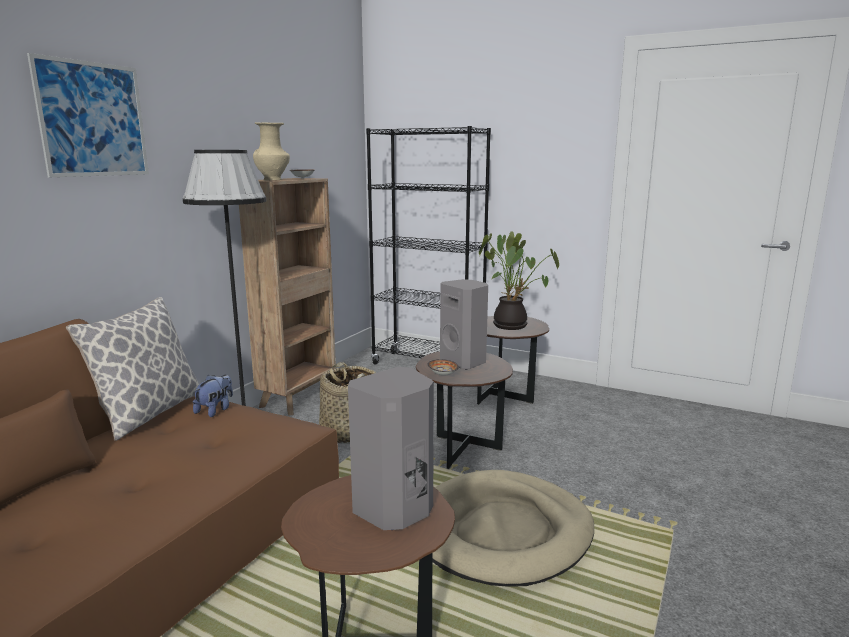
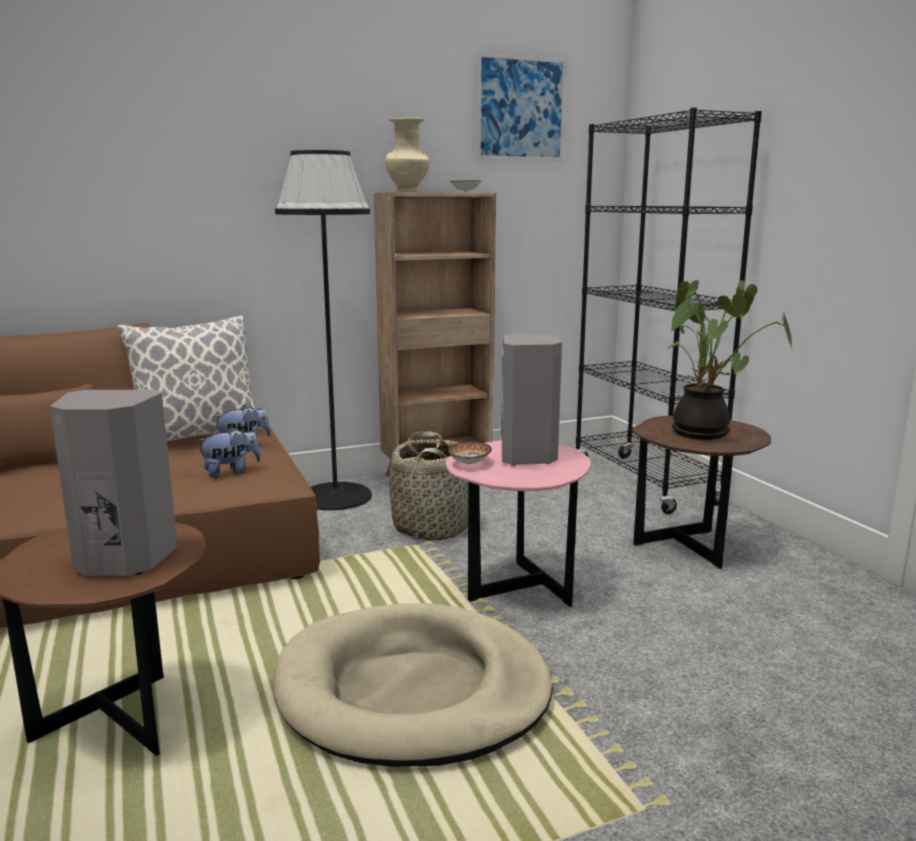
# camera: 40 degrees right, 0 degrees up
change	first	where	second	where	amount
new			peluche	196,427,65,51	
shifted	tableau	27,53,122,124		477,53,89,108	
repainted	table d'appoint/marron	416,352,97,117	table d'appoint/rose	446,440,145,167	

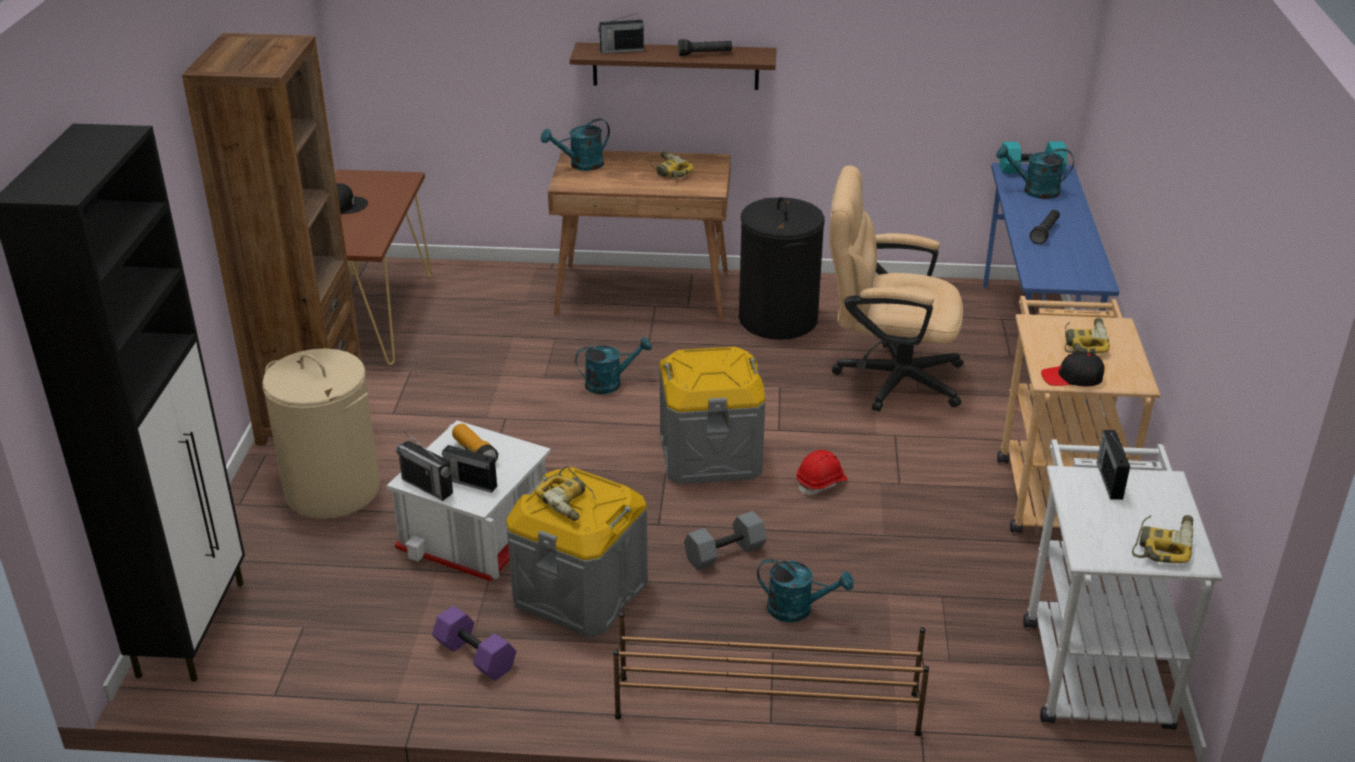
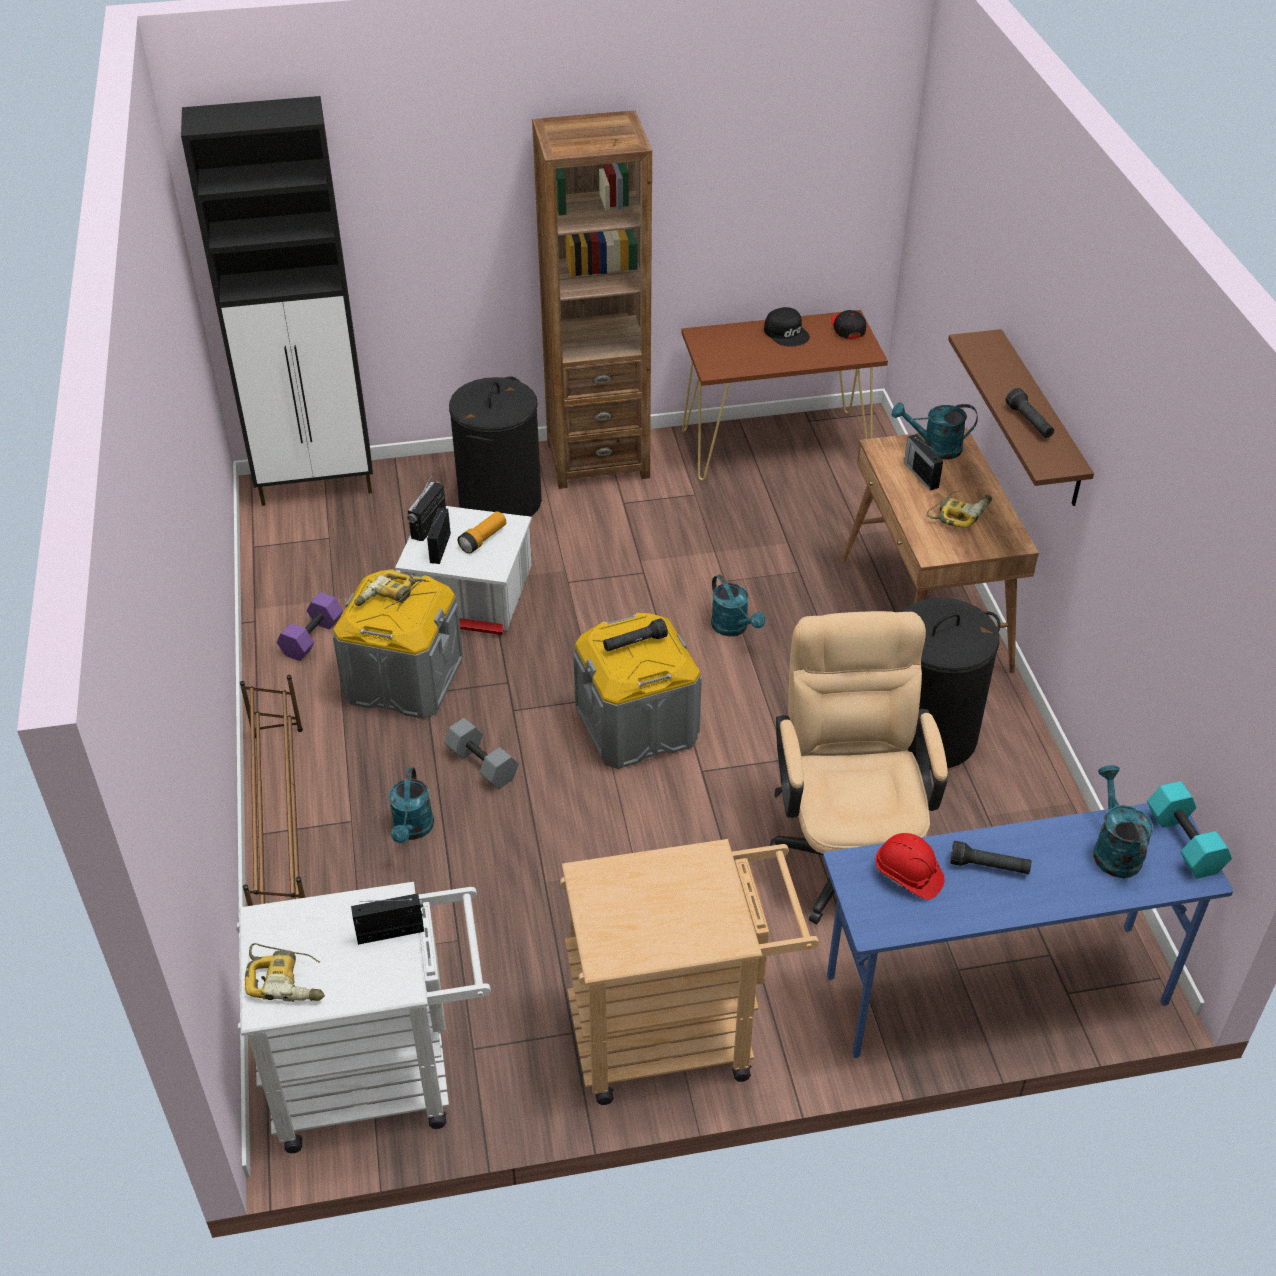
# camera: 75 degrees right, 10 degrees up
change	first	where	second	where	amount
gone	perceuse	1065,318,45,36			
new			lampe de poche/noir	603,618,65,33	
shifted	radio	598,13,46,41		904,434,39,56	
shifted	casque de chantier/rouge	796,450,52,45		875,833,70,67	
shifted	casquette/noir	1041,352,63,34		831,310,35,29	
repainted	panier à linge/beige	262,348,118,171	panier à linge/noir	449,377,93,140	
rotated	arrosoir/turquoise	541,118,69,53		892,402,86,58	45 degrees counterclockwise

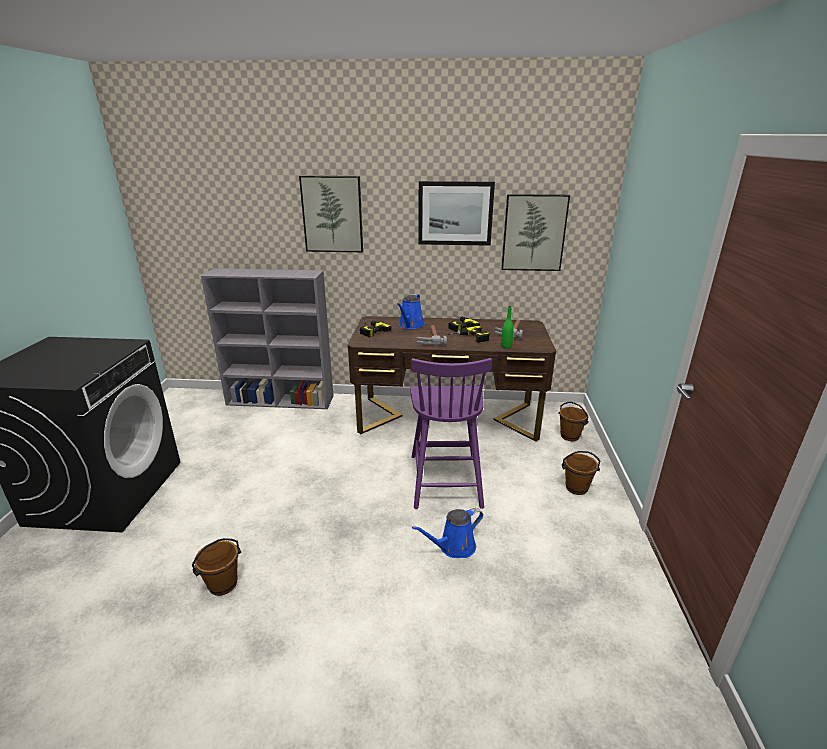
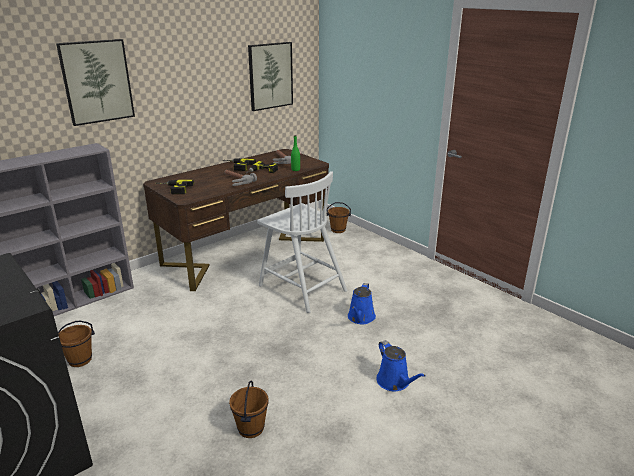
# camera: 45 degrees left, 0 degrees up
change	first	where	second	where	amount
gone	tableau	418,181,77,65			
shifted	arrosoir/bleu	397,294,28,35		377,340,49,51	
shifted	seau/marron	562,451,38,44		58,321,37,46	
repainted	chaise/violet	410,358,82,151	chaise/blanc	257,171,90,142	

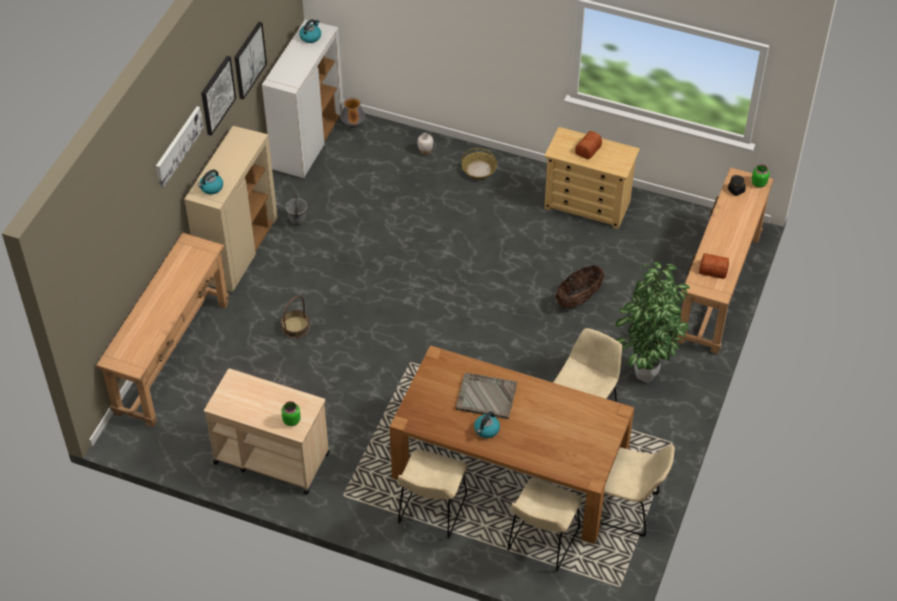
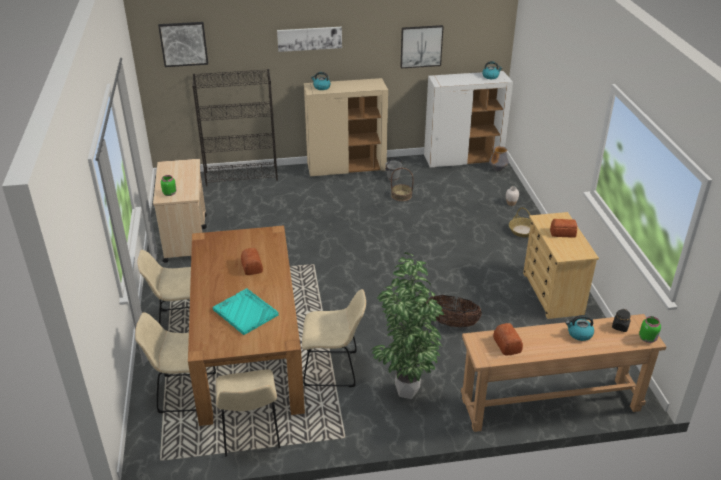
# camera: 60 degrees right, 15 degrees down
change	first	where	second	where	amount
new			plateau/turquoise	213,288,66,47	
shifted	tableau	201,56,35,80		158,22,50,45	
shifted	panier	281,295,29,43		391,168,23,33	
shifted	bouilloire	474,411,26,27		566,315,28,26	
swapped	table console/marron	96,233,133,194	bibliothèque/noir	192,69,86,117	
swapped	plateau/gris	455,373,63,46	pain	241,248,22,27	

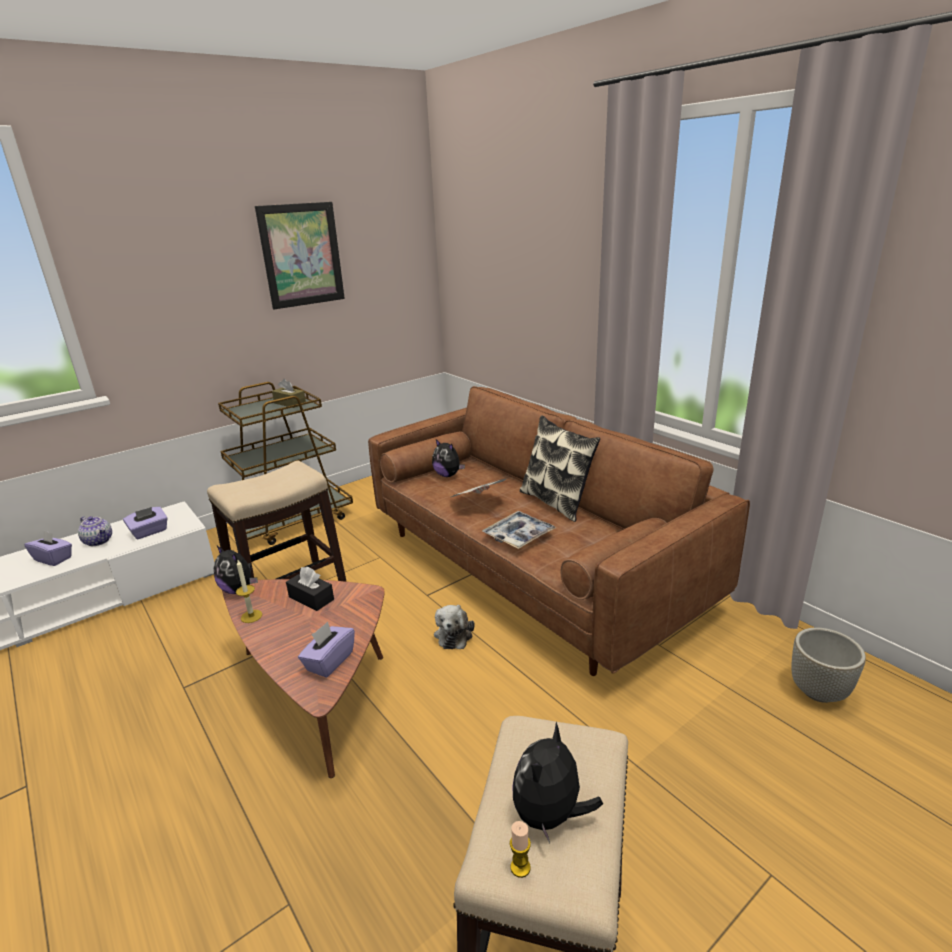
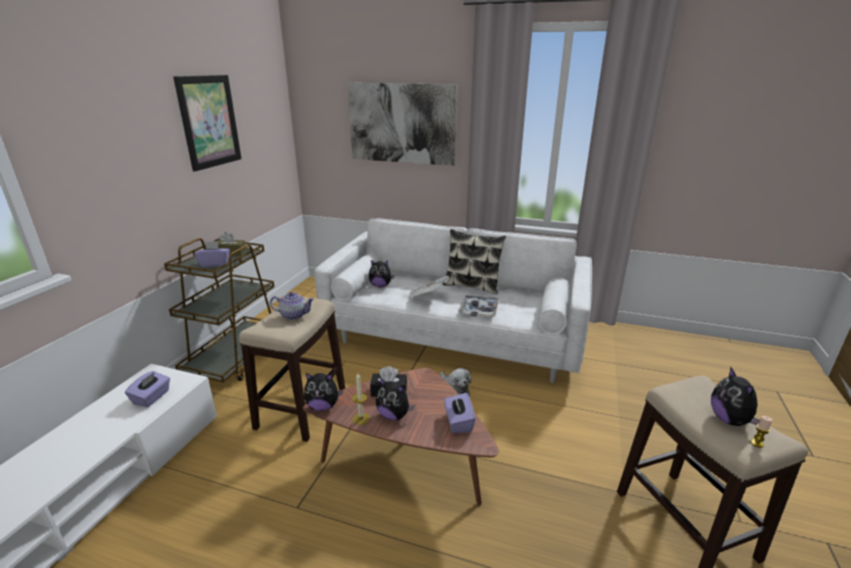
# camera: 35 degrees left, 0 degrees up
change	first	where	second	where	amount
gone	cache-pot/gris	791,628,75,75			
new			tableau	348,83,109,83	
new			peluche	376,378,39,42	
shifted	boîte à mouchoirs/violet	24,530,48,36		194,241,36,26	
shifted	théière	78,516,34,30		270,292,44,28	
repainted	canapé/marron	368,386,382,290	canapé/blanc	314,218,278,165	

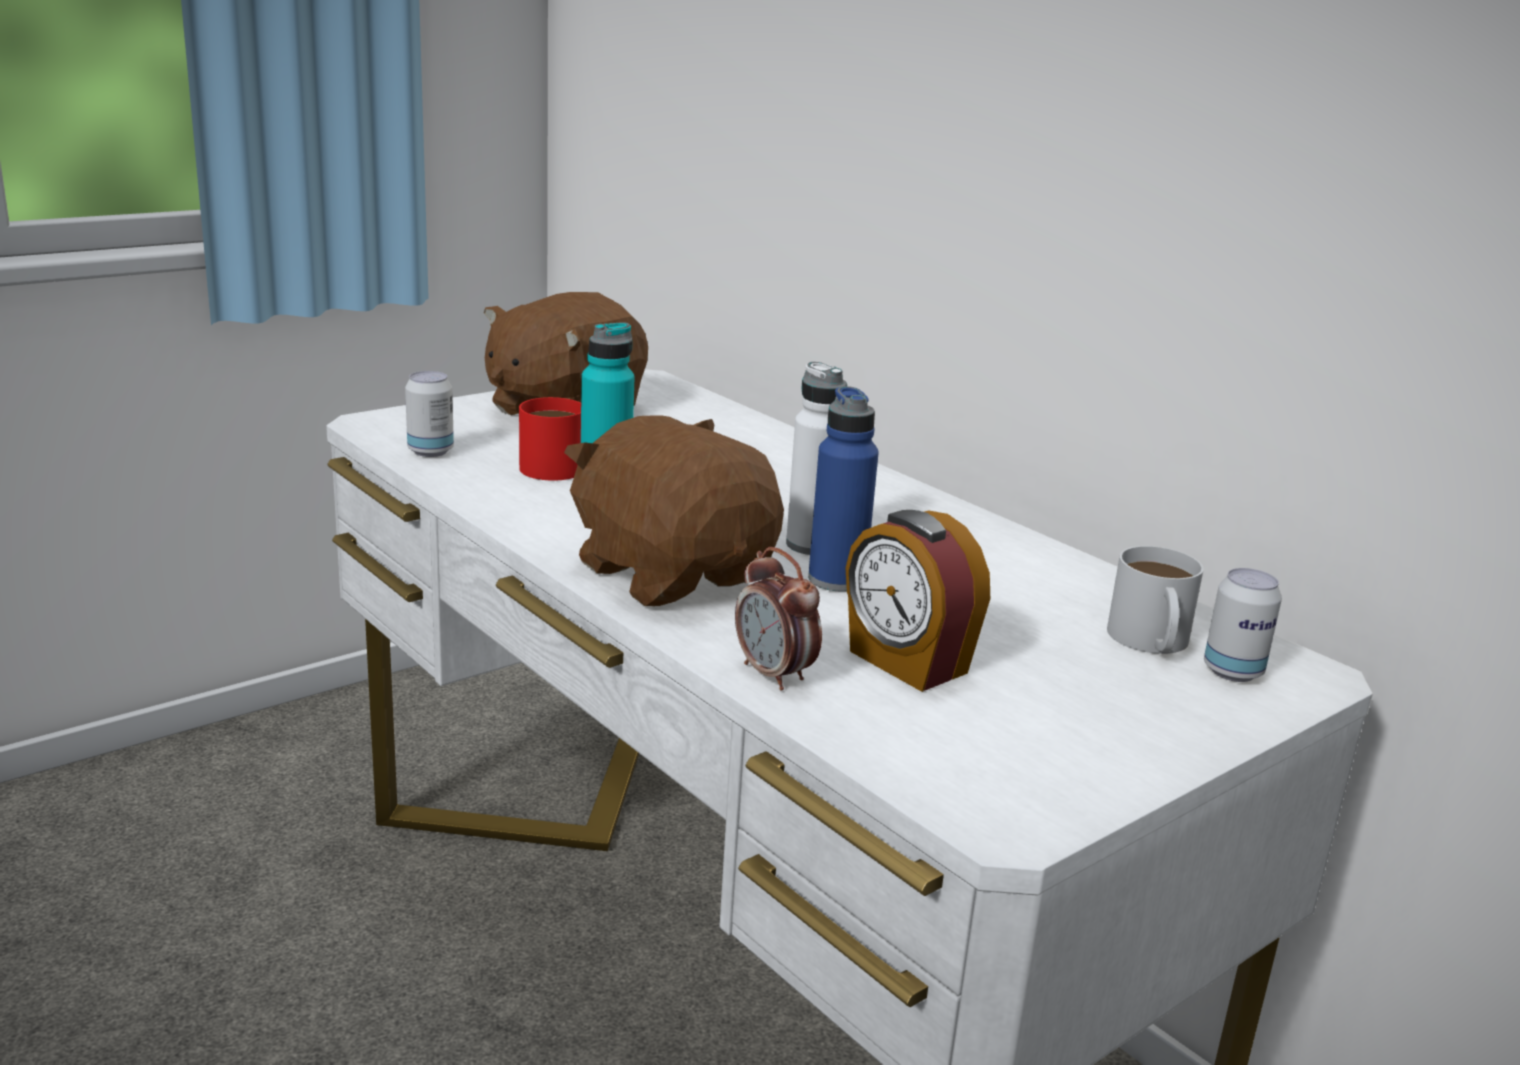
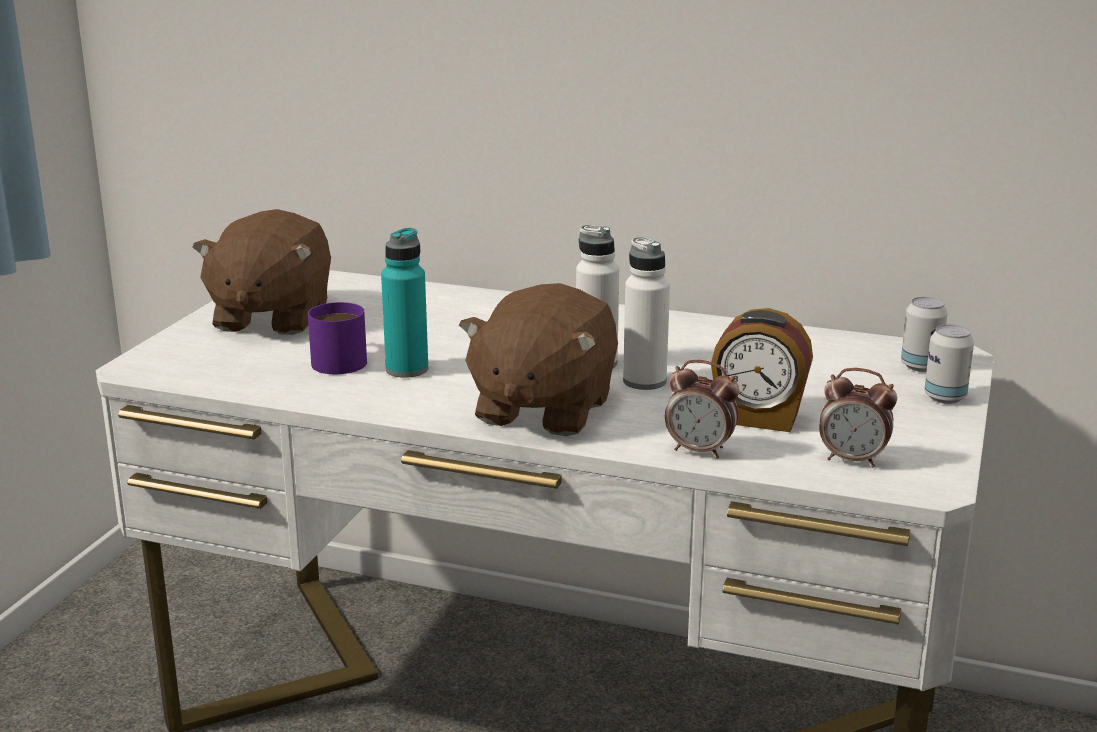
# camera: 30 degrees left, 0 degrees up
change	first	where	second	where	amount
gone	mug/blanc	1107,546,97,108			
new			réveil	819,368,78,99	
shifted	boîte métallique	405,371,49,86		924,324,50,80	
repainted	mug/rouge	519,397,62,84	mug/violet	308,302,59,72	
repainted	bouteille/bleu	808,386,71,206	bouteille/blanc	623,237,47,153	
rotated	peluche/marron	564,415,220,191		459,283,159,153	90 degrees counterclockwise

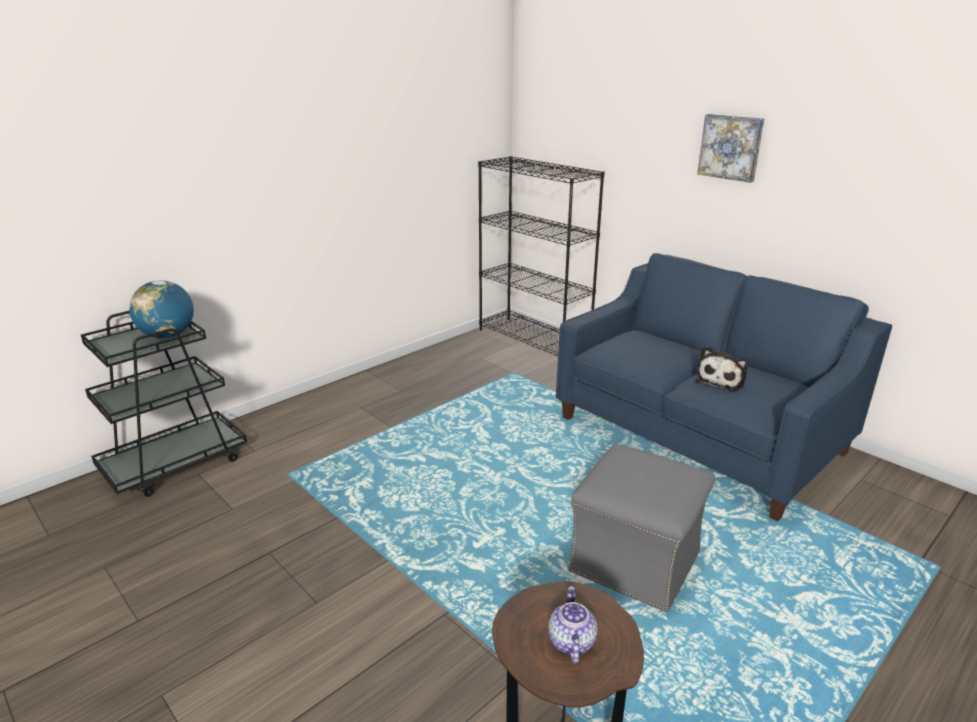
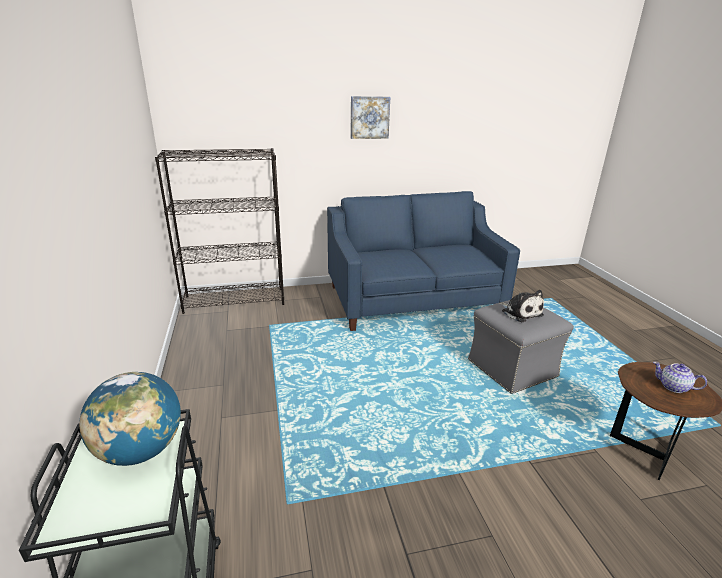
# camera: 60 degrees left, 0 degrees up
change	first	where	second	where	amount
shifted	peluche	696,346,53,45		499,290,45,32	

